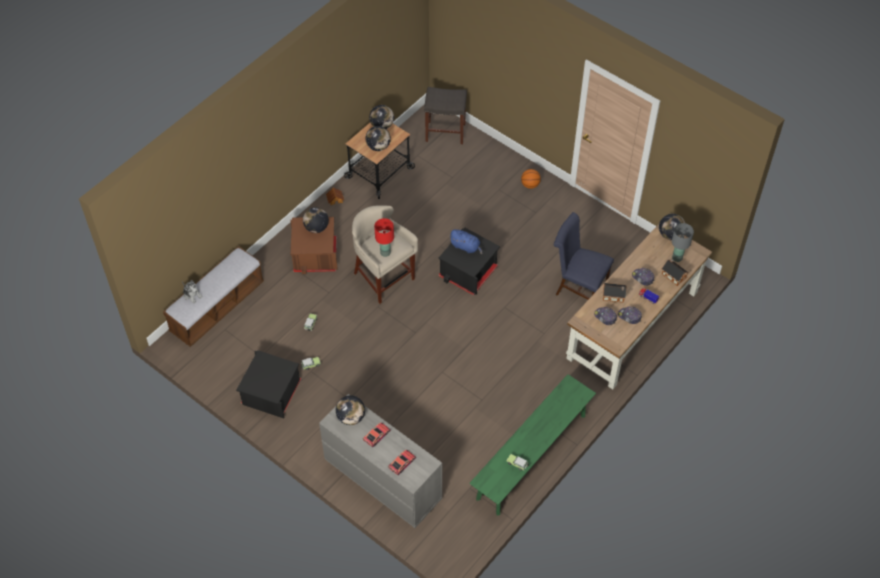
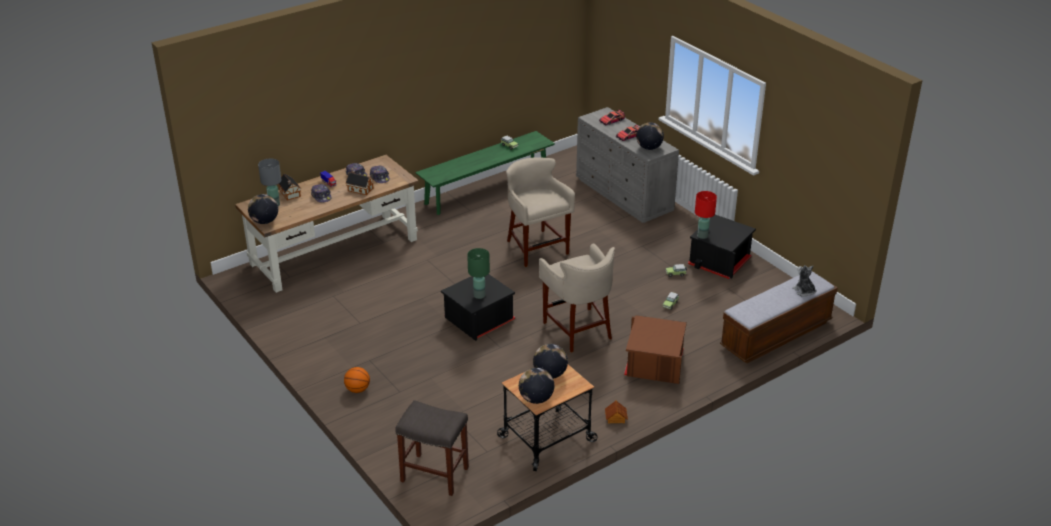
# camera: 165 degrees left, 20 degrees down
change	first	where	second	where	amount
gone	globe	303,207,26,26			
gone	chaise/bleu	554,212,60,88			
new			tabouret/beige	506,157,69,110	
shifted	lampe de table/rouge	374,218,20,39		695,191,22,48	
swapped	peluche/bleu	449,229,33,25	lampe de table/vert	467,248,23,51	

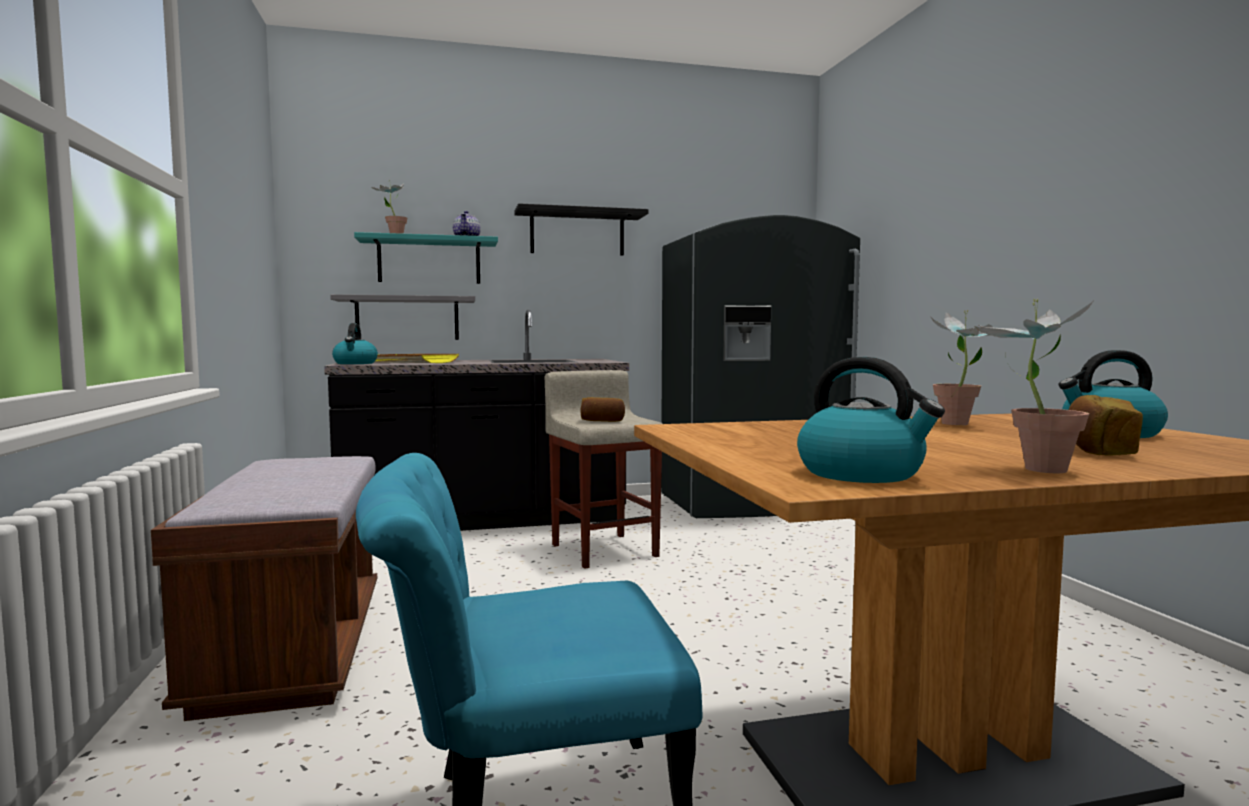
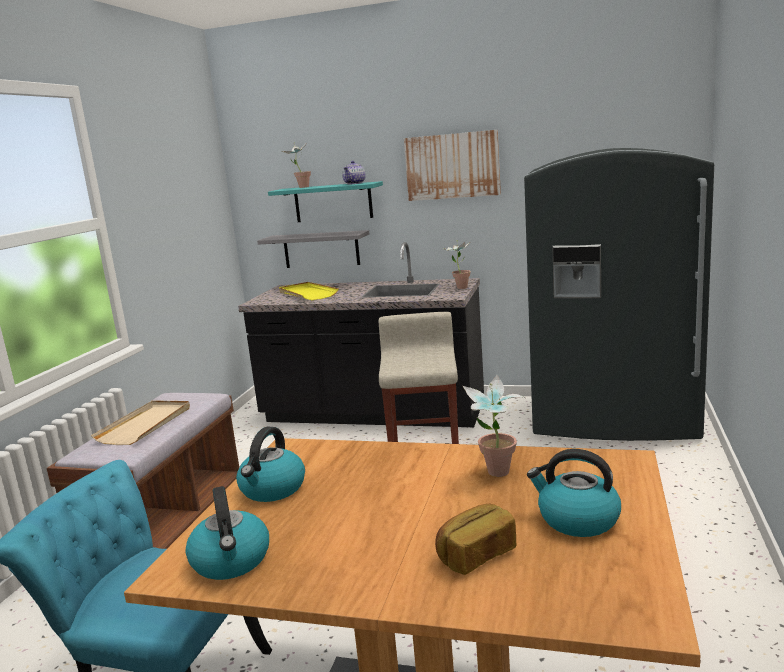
# camera: 30 degrees right, 10 degrees up
change	first	where	second	where	amount
gone	pain	580,397,45,25			
new			plateau/beige	91,401,99,44	
shifted	bouilloire	332,323,46,41		236,426,69,76	
shifted	plante en pot	975,299,120,174		444,240,27,49	
swapped	étagère/noir	514,203,134,53	tableau	404,130,97,71	

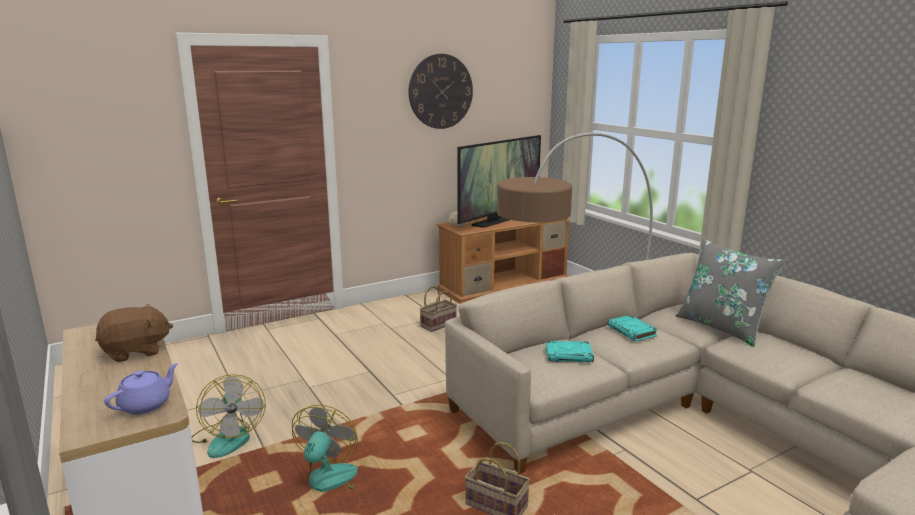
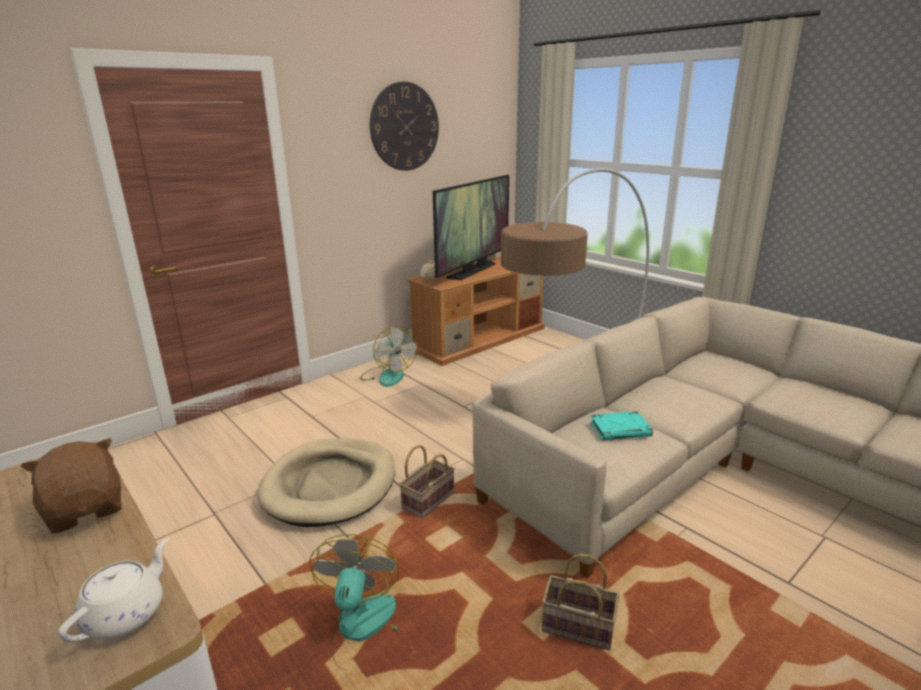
# camera: 10 degrees left, 5 degrees up
change	first	where	second	where	amount
gone	livre/turquoise	607,315,51,26			
gone	coussin/gris	675,239,111,108			
new			panier pour chien/beige	257,438,138,89	
shifted	ventilateur	192,374,74,84		360,326,57,61	
shifted	panier	420,286,37,46		399,445,56,73	
repainted	théière/violet	104,363,74,51	théière/blanc	58,538,110,104	
rotated	peluche/marron	95,304,78,58		21,438,100,96	90 degrees counterclockwise

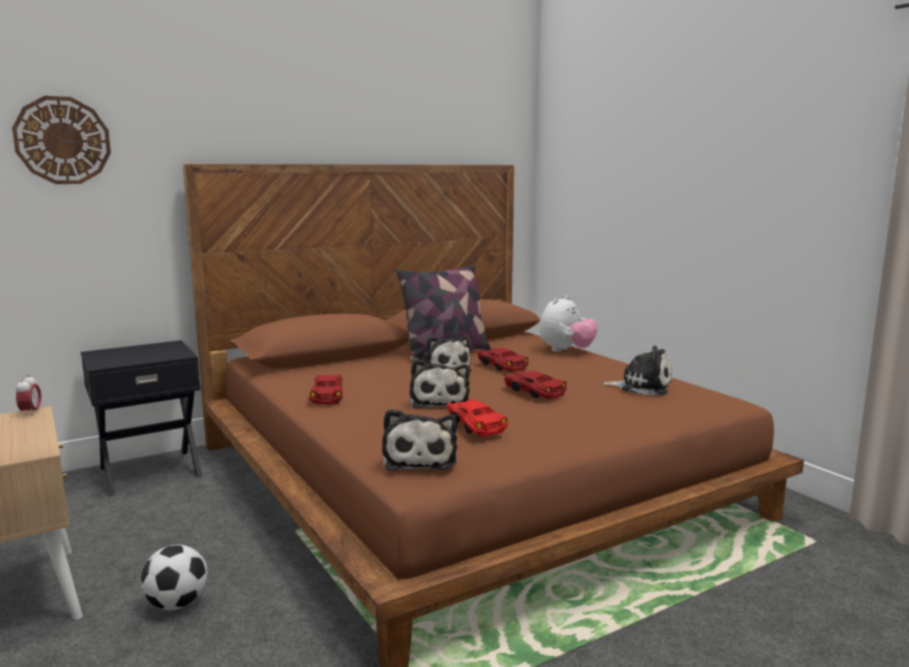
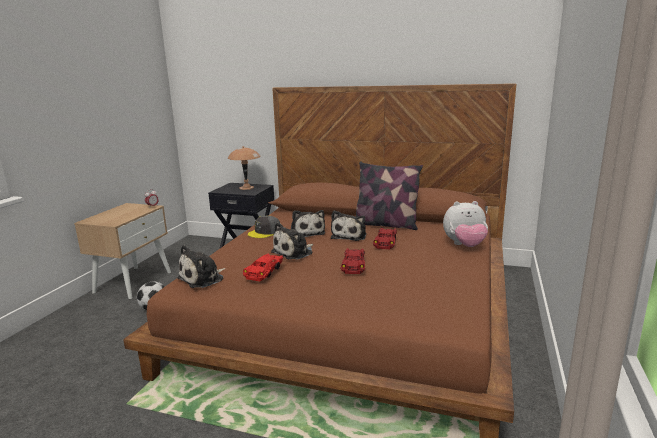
# camera: 50 degrees right, 5 degrees up
change	first	where	second	where	amount
gone	horloge murale	12,96,99,88			
new			lampe de table/marron	228,146,33,44	
shifted	peluche	602,346,70,49		291,210,35,27	
swapped	petite voiture/rouge	308,374,35,31	casquette/gris	248,216,32,22	

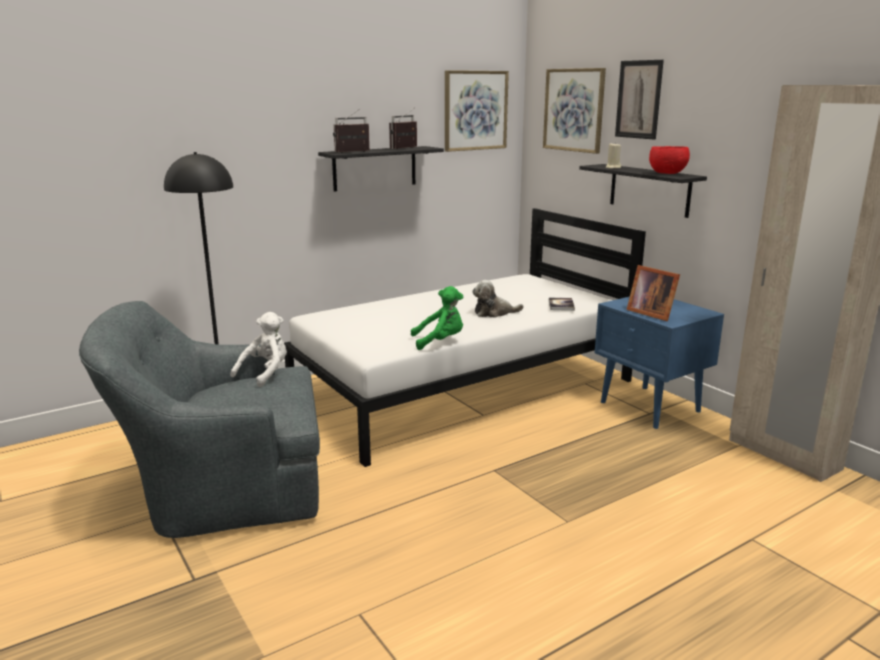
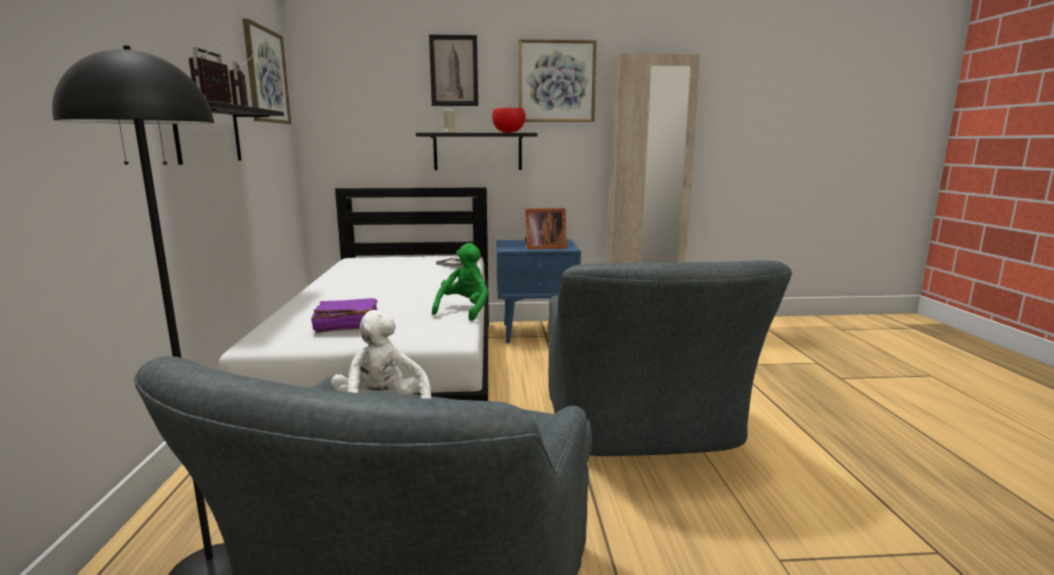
# camera: 60 degrees left, 5 degrees down
change	first	where	second	where	amount
gone	peluche	472,280,52,38			
new			livre/violet	311,298,66,35	
new			fauteuil/gris	548,260,244,196	
shifted	tableau	543,68,63,86		518,39,79,83	

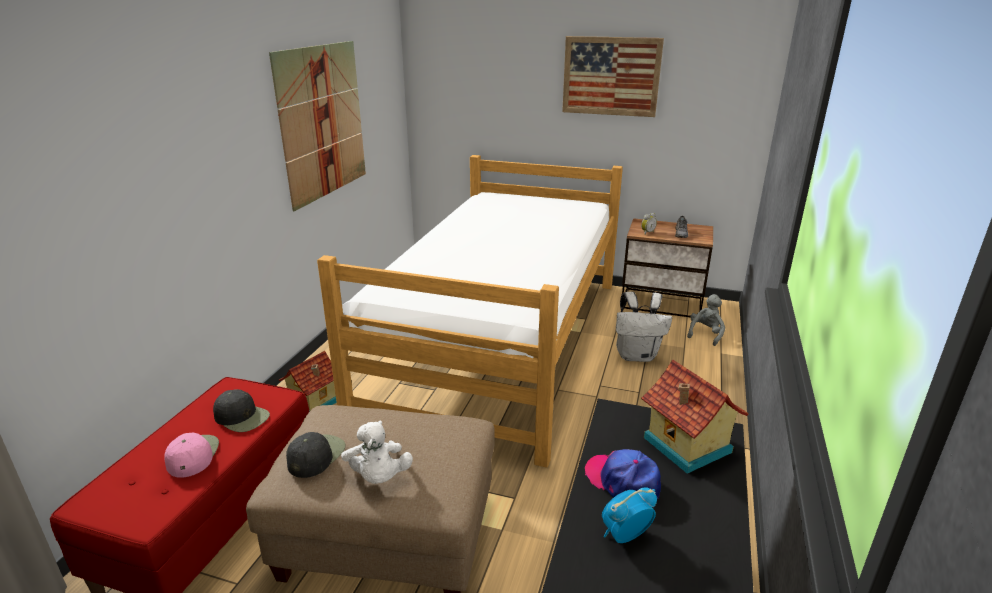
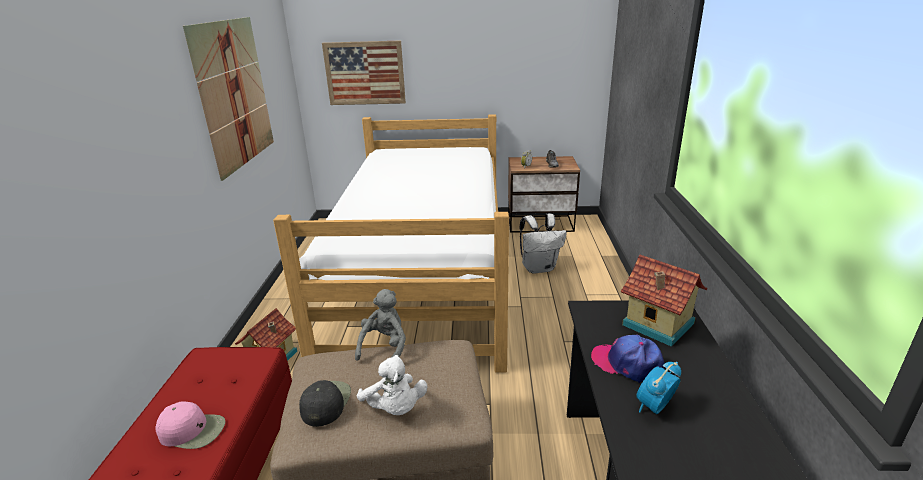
# camera: 15 degrees left, 0 degrees up
change	first	where	second	where	amount
gone	casquette/noir	213,389,57,43			
shifted	tableau	562,36,102,81		322,41,84,64	
shifted	peluche/gris	687,294,38,52		355,289,51,72	
rotated	casquette/rose	164,433,55,45		155,401,70,48	120 degrees clockwise

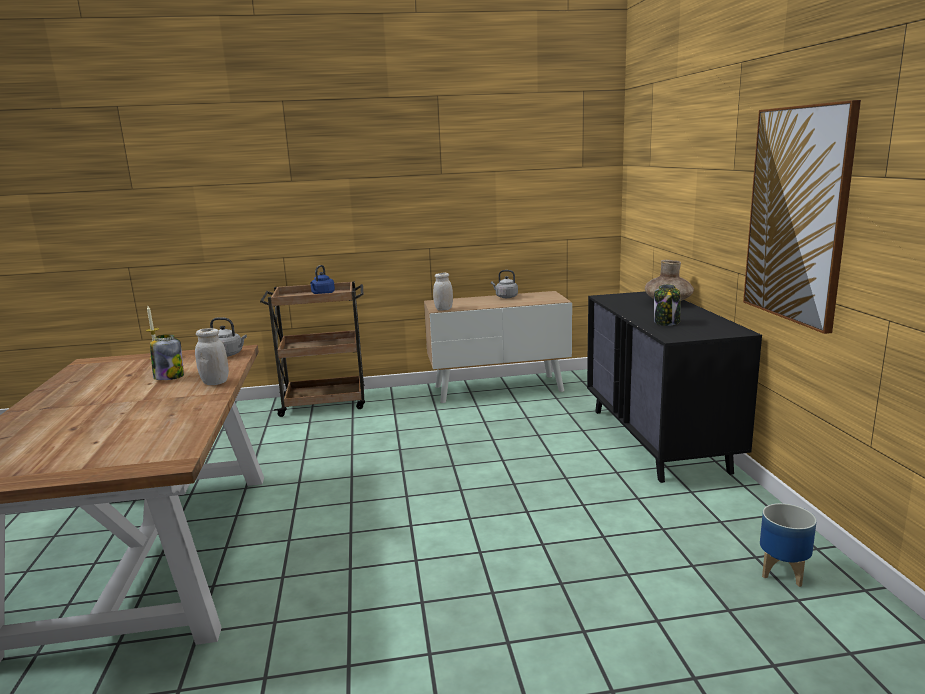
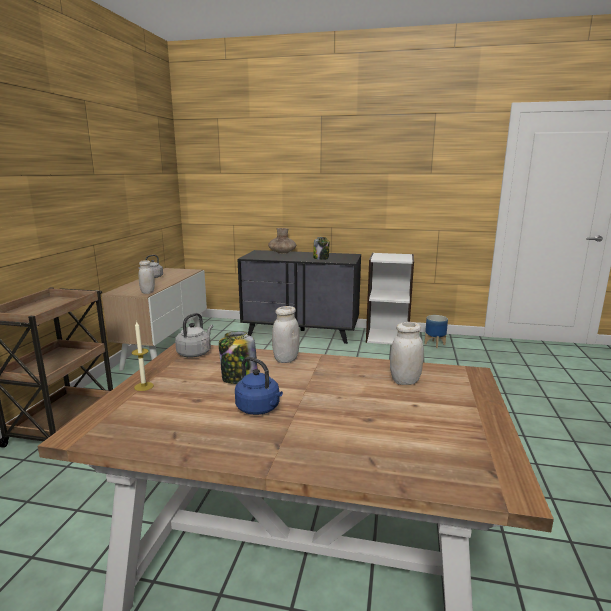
# camera: 70 degrees left, 0 degrees up
change	first	where	second	where	amount
gone	tableau	743,100,118,234			
new			bibliothèque/blanc	366,253,48,92	
new			bocal/blanc	390,322,34,63	
shifted	bouilloire/bleu	310,265,25,29		235,357,48,58	

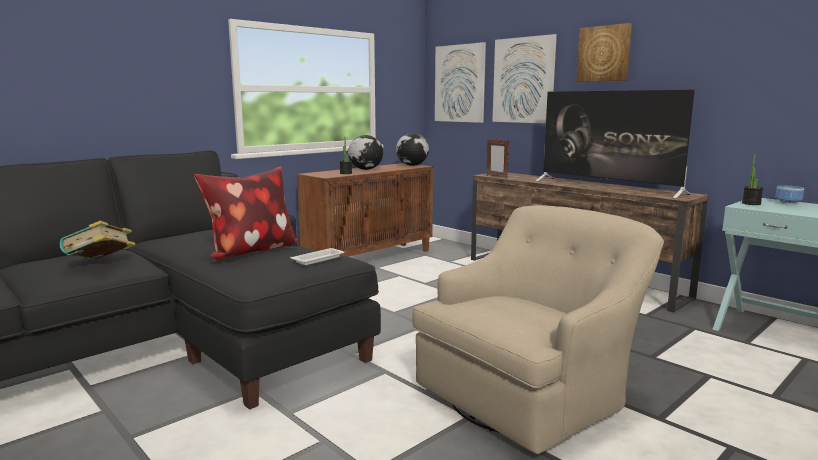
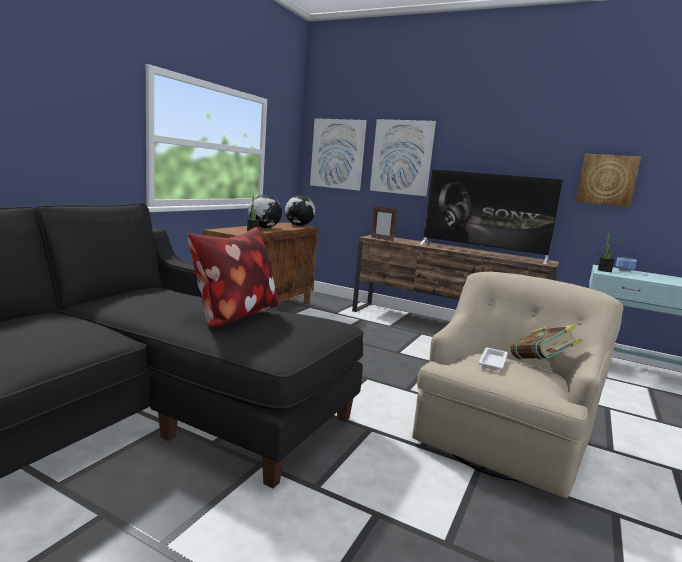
# camera: 20 degrees left, 0 degrees up
change	first	where	second	where	amount
shifted	livre	60,221,75,39		511,325,71,34	
shifted	plateau/blanc	290,248,54,17		479,348,29,23	
shifted	tableau	576,23,56,59		576,154,65,53	

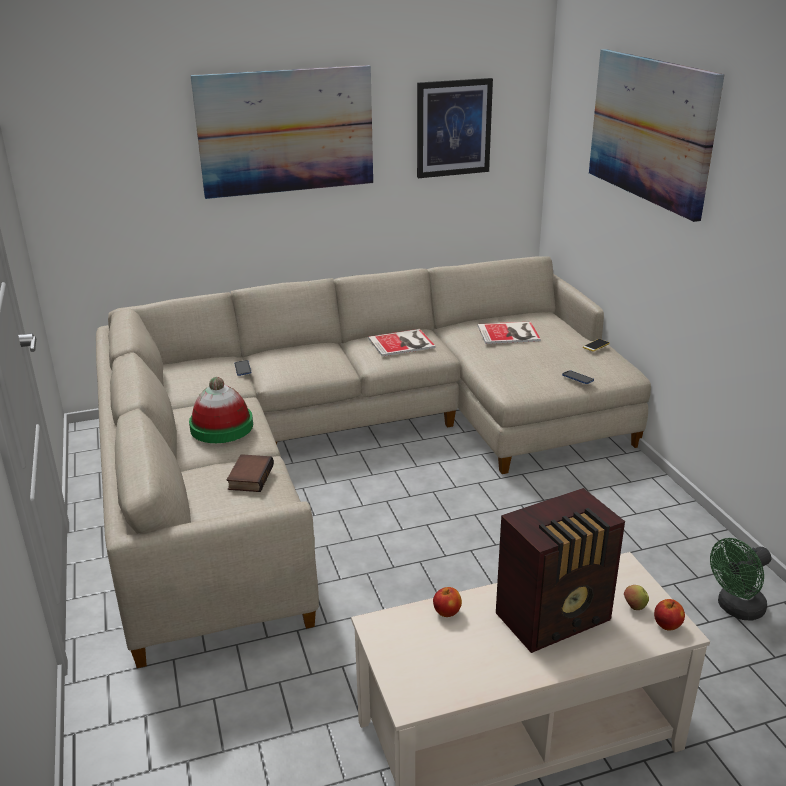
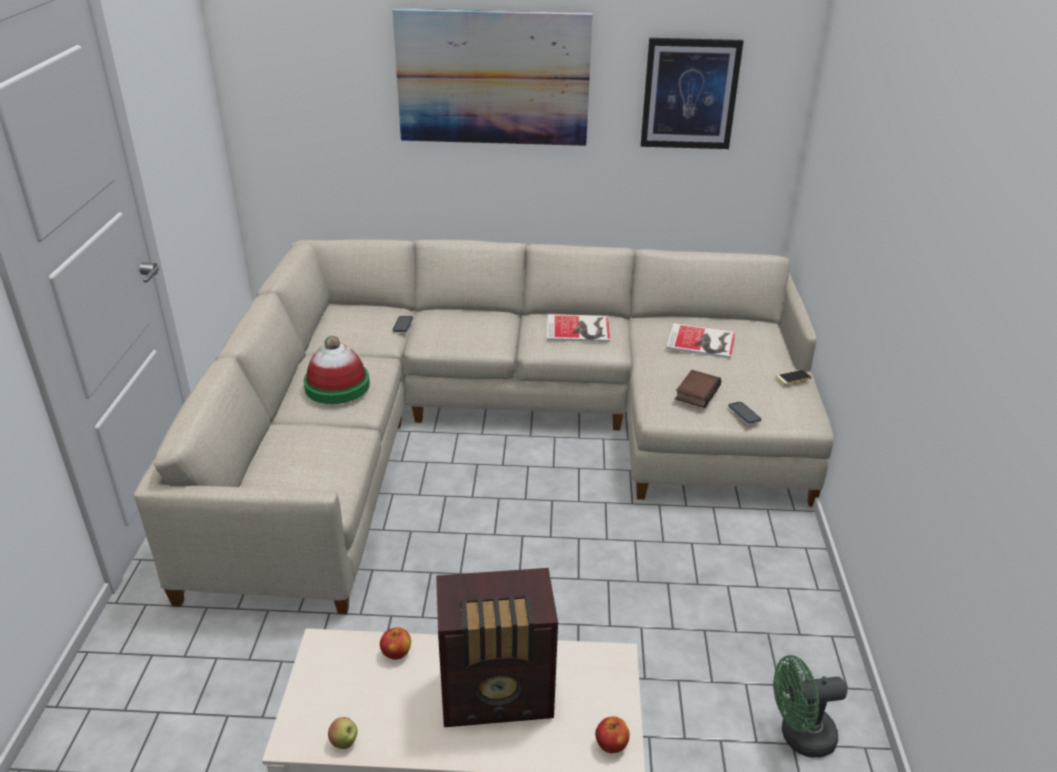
# camera: 20 degrees right, 5 degrees up
change	first	where	second	where	amount
gone	tableau	589,49,136,173			
shifted	livre	227,454,47,38		675,370,46,38	
shifted	pomme	624,585,25,25		328,717,29,32	

